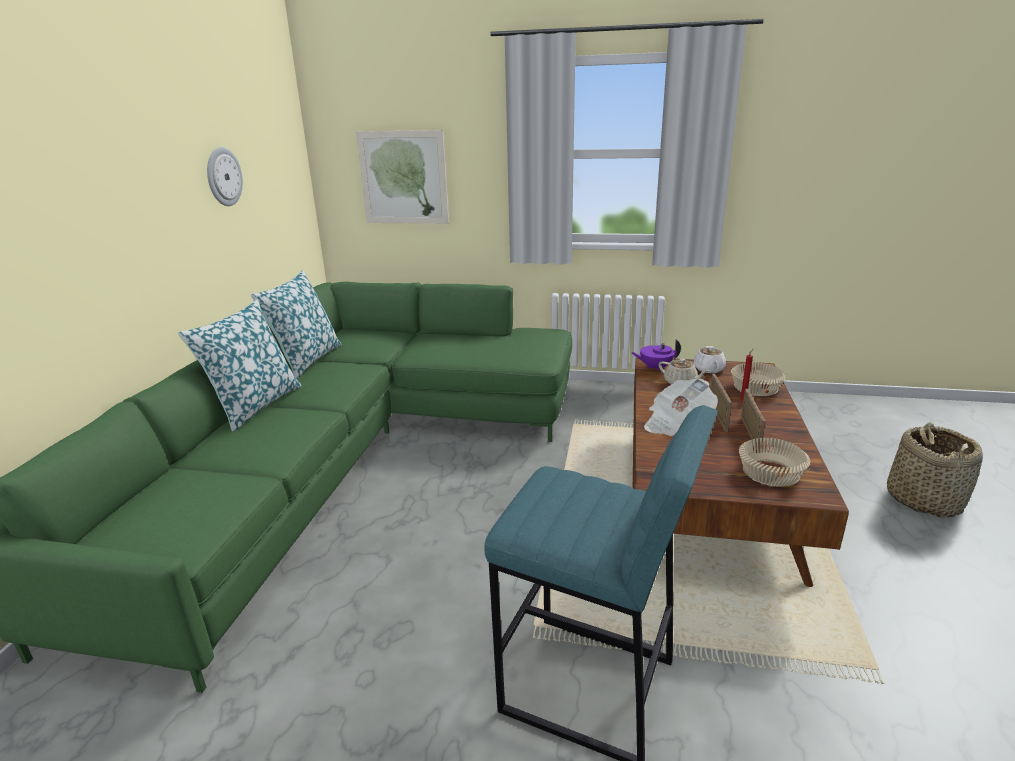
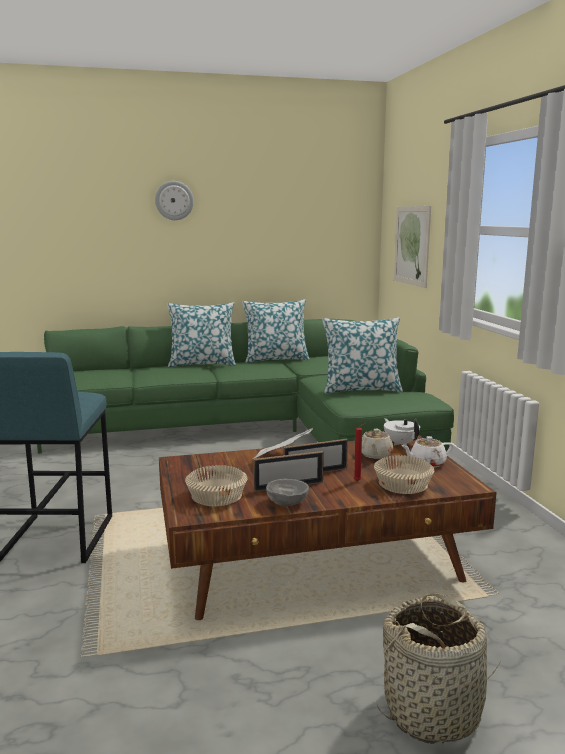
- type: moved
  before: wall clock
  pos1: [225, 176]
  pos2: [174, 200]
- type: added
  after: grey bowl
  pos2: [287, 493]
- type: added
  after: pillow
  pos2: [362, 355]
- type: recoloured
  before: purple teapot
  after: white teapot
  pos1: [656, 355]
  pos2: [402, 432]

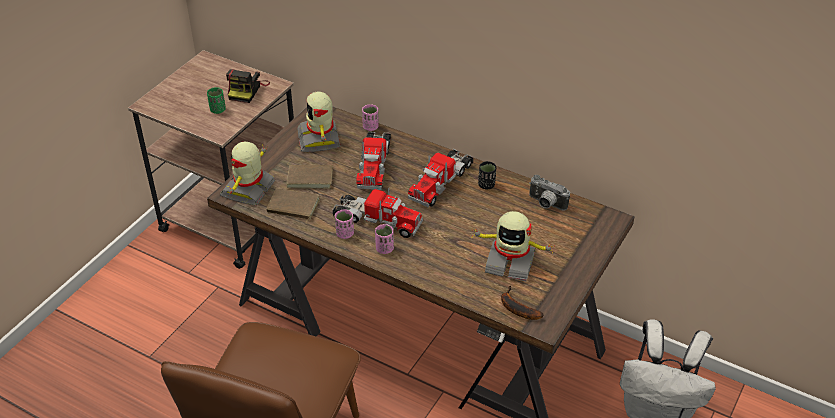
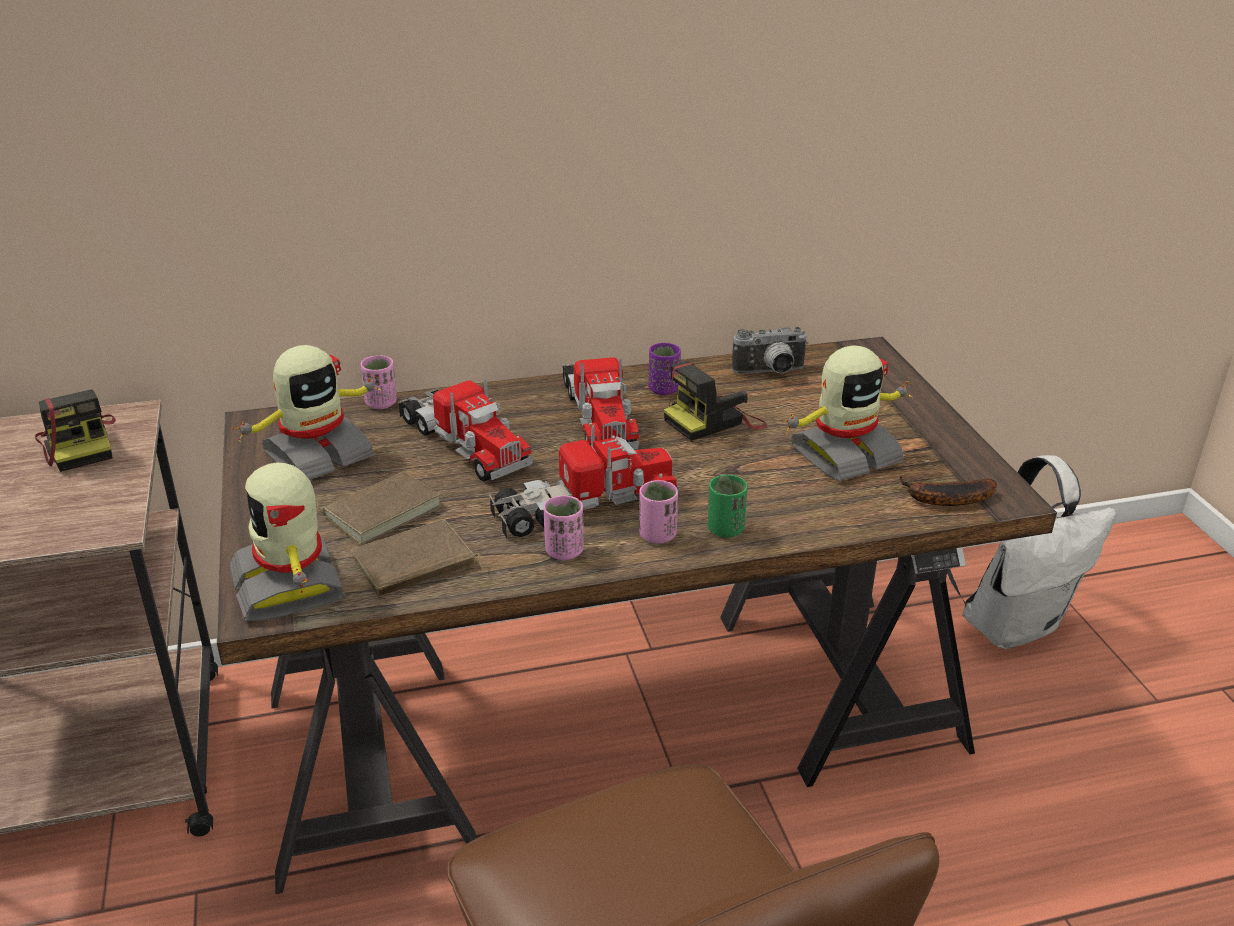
- type: turned
  before: toy robot
  pos1: [318, 122]
  pos2: [307, 412]
  turn: -75
- type: recoloured
  before: black cup
  after: purple cup
  pos1: [487, 175]
  pos2: [664, 369]
- type: added
  after: photo camera
  pos2: [715, 401]
- type: moved
  before: green cup
  pos1: [216, 100]
  pos2: [727, 506]

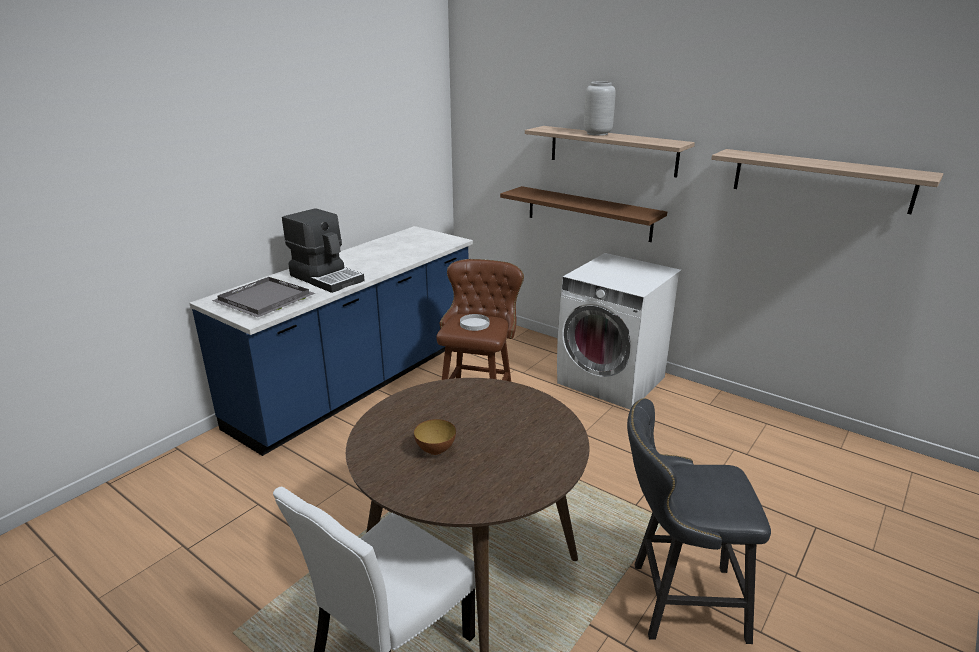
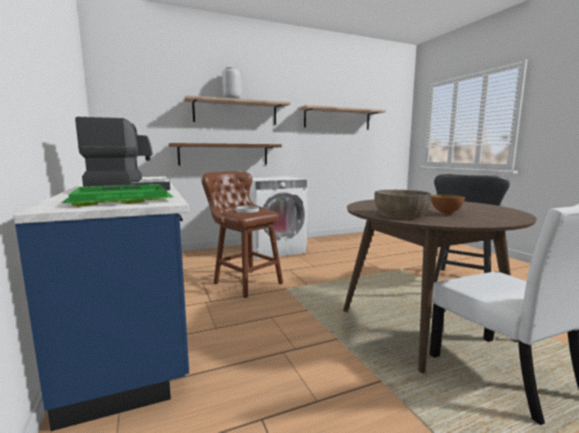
- type: recoloured
  before: grey tray
  after: green tray
  pos1: [263, 297]
  pos2: [117, 195]
- type: added
  after: brown bowl
  pos2: [402, 204]

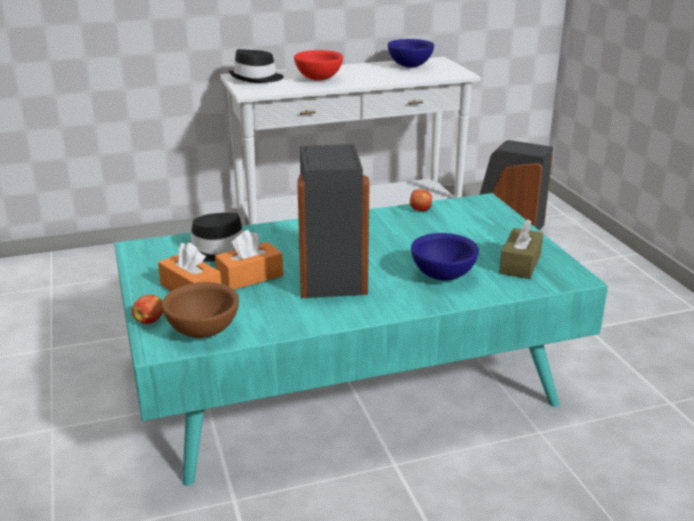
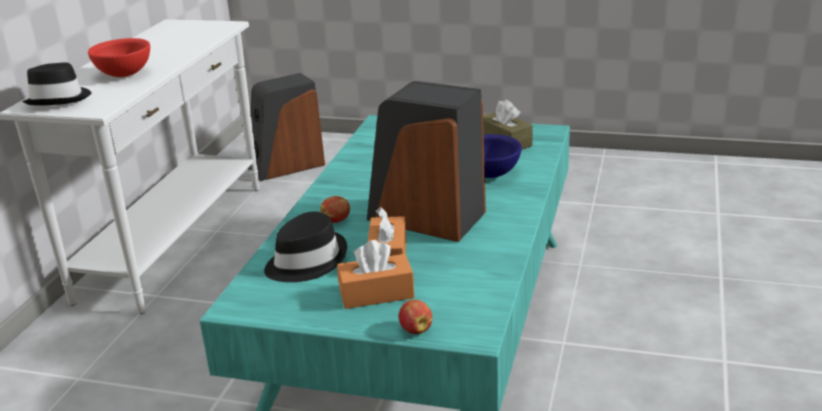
- type: moved
  before: apple
  pos1: [421, 200]
  pos2: [335, 209]
- type: removed
  before: brown bowl
  pos1: [200, 310]
- type: removed
  before: blue bowl
  pos1: [411, 53]

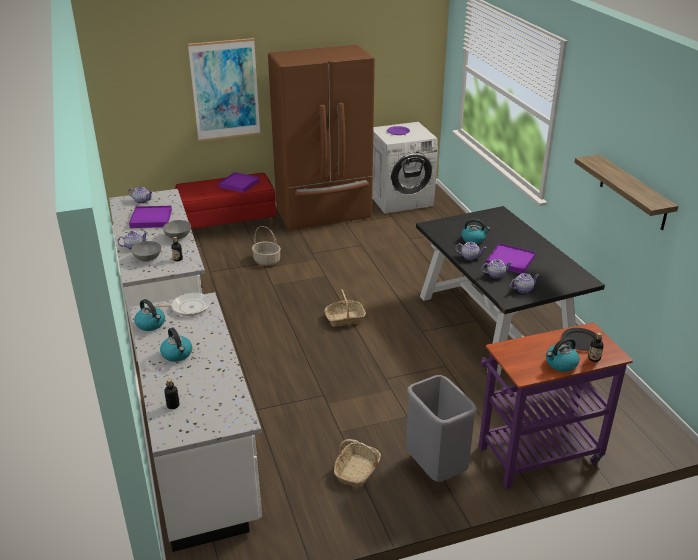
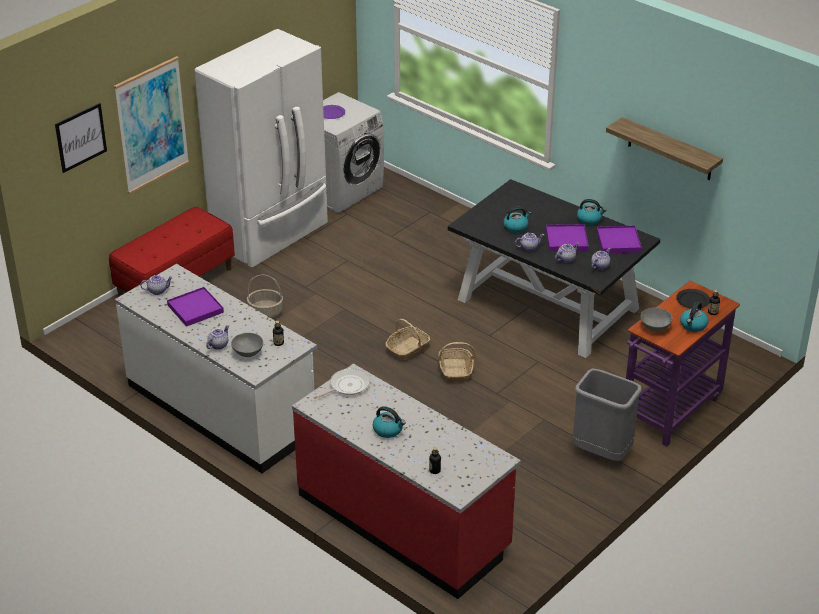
- type: added
  after: picture
  pos2: [81, 138]
- type: recoloured
  before: brown fridge
  after: white fridge
  pos1: [321, 137]
  pos2: [261, 148]
- type: recoloured
  before: white counter
  after: red counter
  pos1: [195, 422]
  pos2: [406, 481]
- type: moved
  before: basket
  pos1: [357, 463]
  pos2: [456, 361]
- type: moved
  before: kettle
  pos1: [149, 315]
  pos2: [591, 212]
- type: moved
  before: purple tray
  pos1: [239, 182]
  pos2: [619, 239]
- type: moved
  before: grey bowl
  pos1: [177, 230]
  pos2: [656, 320]

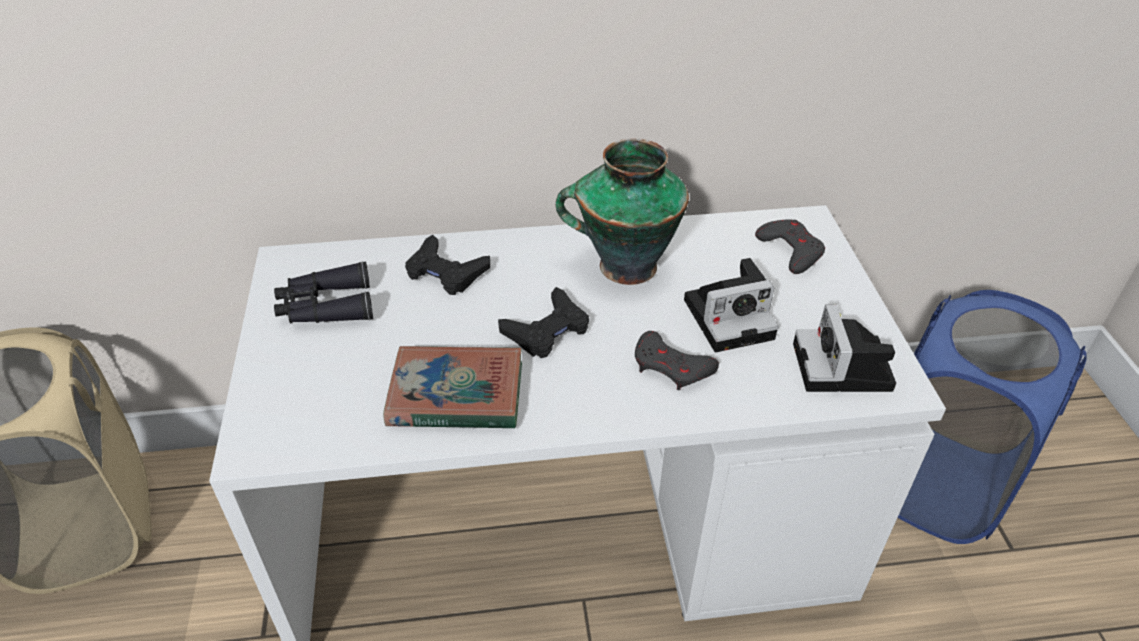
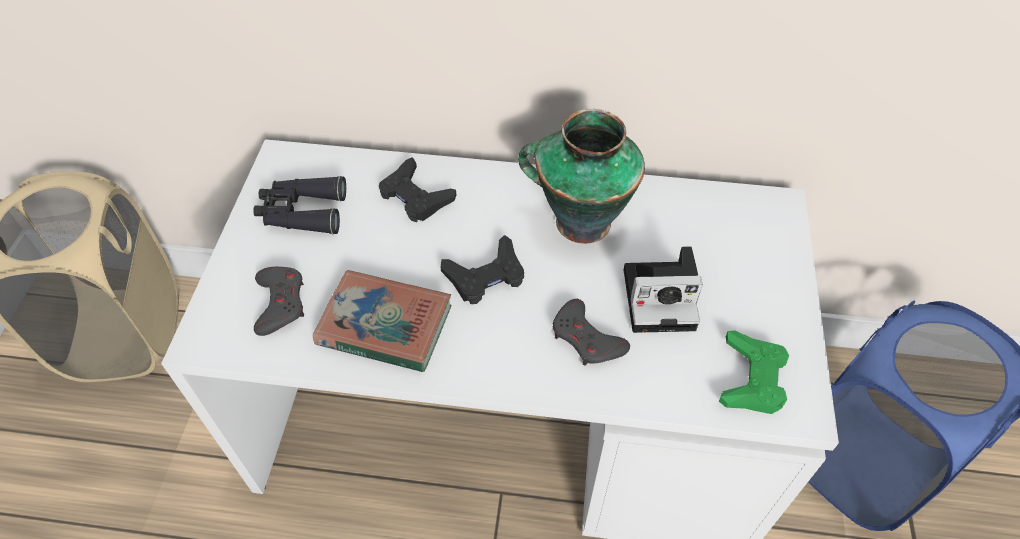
- type: moved
  before: grey game controller
  pos1: [790, 246]
  pos2: [279, 301]
- type: replaced
  before: photo camera
  after: green game controller
  pos1: [844, 348]
  pos2: [754, 372]

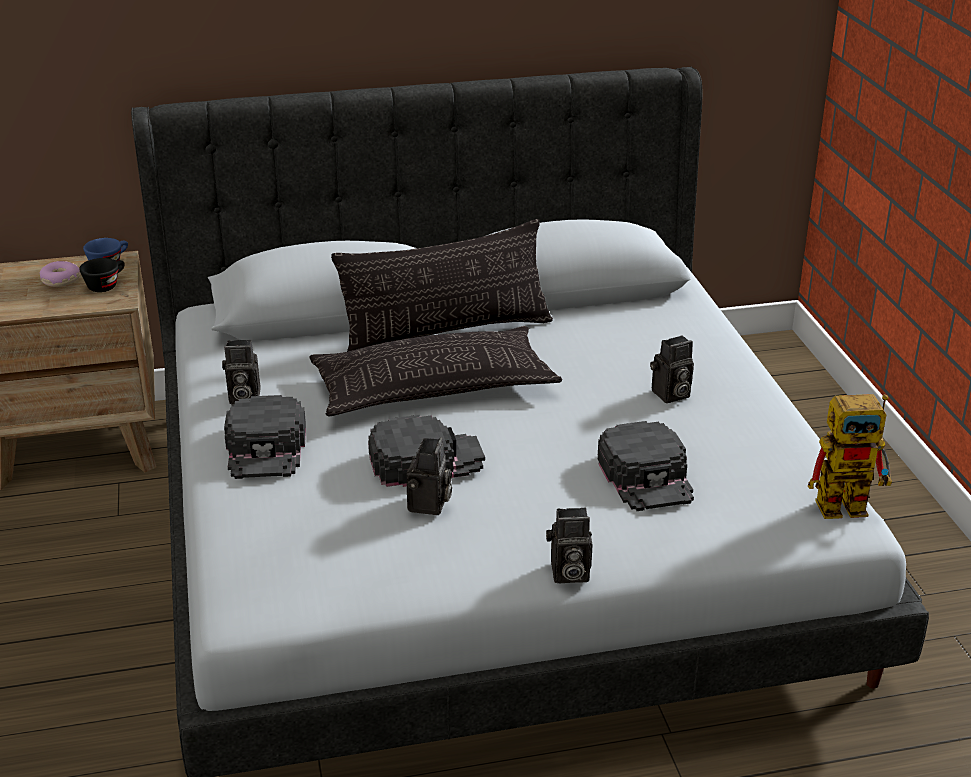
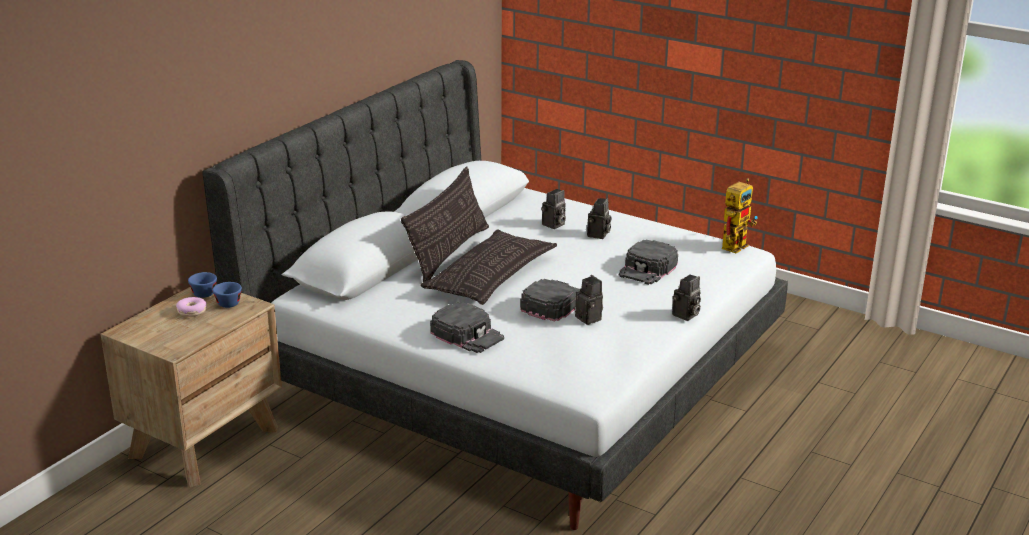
- type: recoloured
  before: black cup
  after: blue cup
  pos1: [102, 275]
  pos2: [227, 295]
- type: moved
  before: photo camera
  pos1: [241, 372]
  pos2: [553, 209]
- type: turned
  before: black cap
  pos1: [646, 466]
  pos2: [648, 262]
  turn: 90

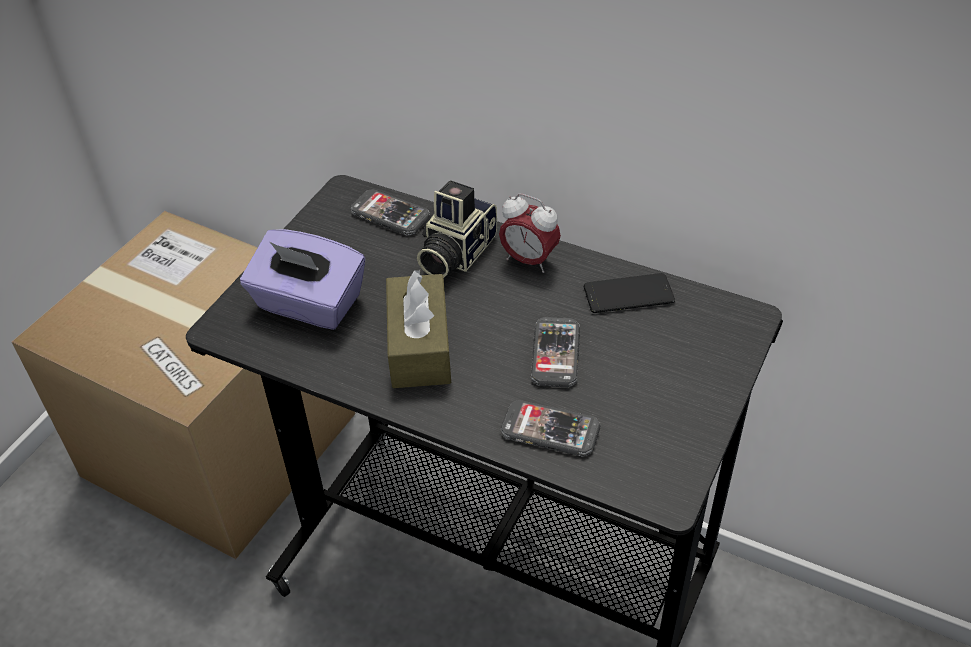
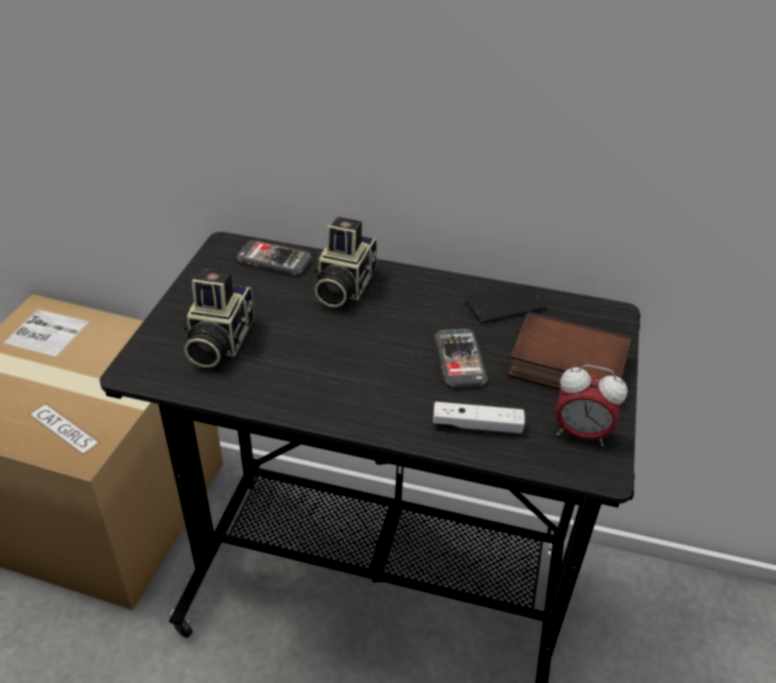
- type: replaced
  before: purple tissue box
  after: photo camera
  pos1: [302, 279]
  pos2: [218, 318]
- type: replaced
  before: phone
  after: white game controller
  pos1: [550, 428]
  pos2: [479, 418]
- type: added
  after: book
  pos2: [569, 350]
- type: moved
  before: alarm clock
  pos1: [530, 233]
  pos2: [591, 405]
- type: removed
  before: brown tissue box
  pos1: [418, 329]

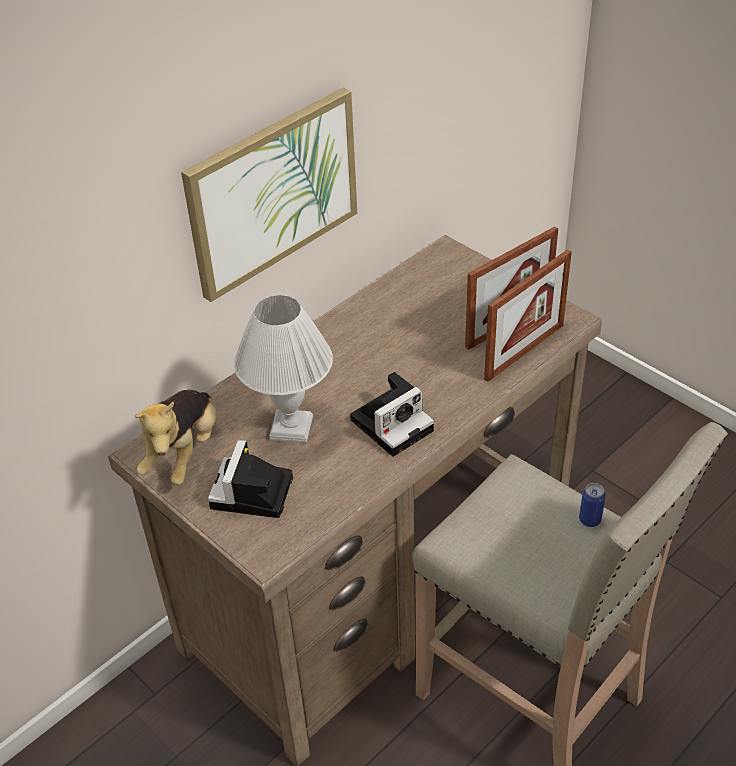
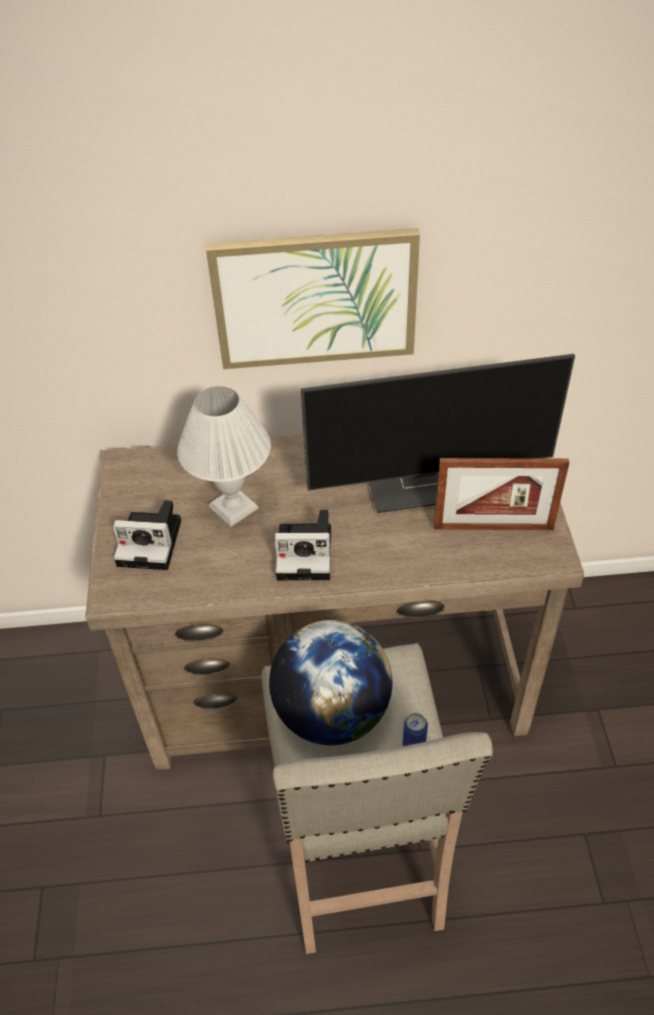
- type: turned
  before: photo camera
  pos1: [250, 479]
  pos2: [147, 535]
  turn: -135
- type: added
  after: globe
  pos2: [330, 682]
- type: added
  after: monitor
  pos2: [438, 433]
- type: removed
  before: plush toy
  pos1: [176, 438]
- type: removed
  before: picture frame
  pos1: [528, 315]

